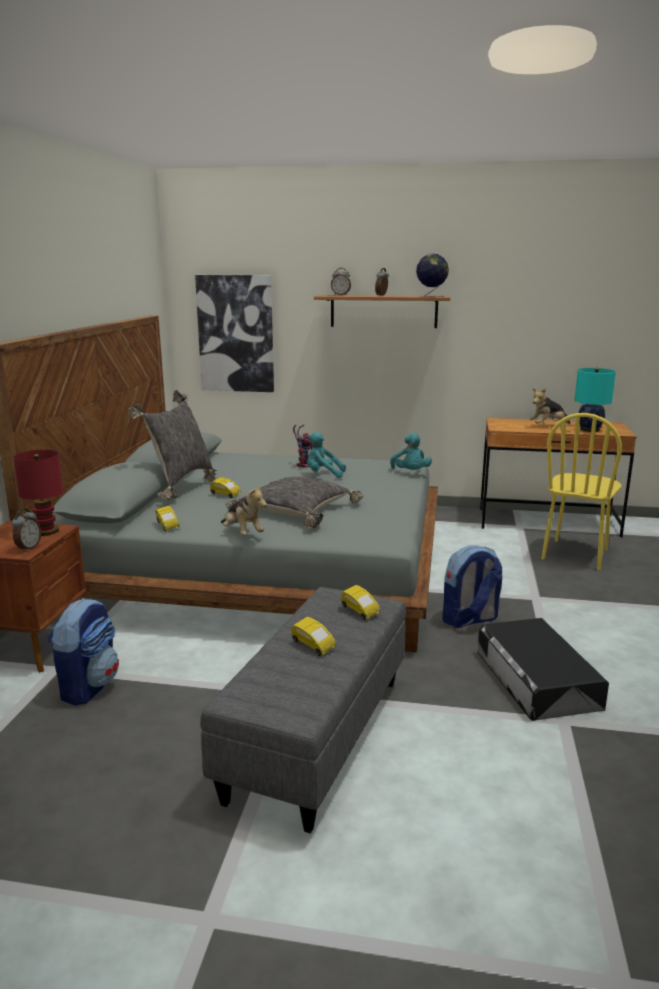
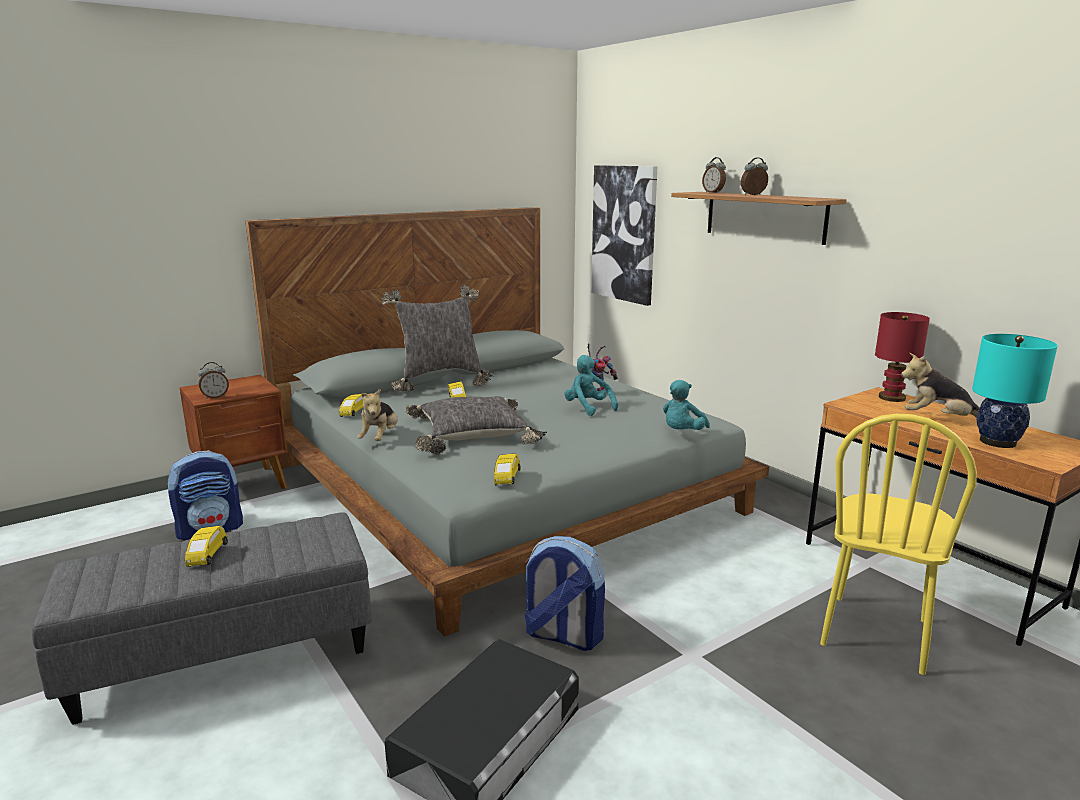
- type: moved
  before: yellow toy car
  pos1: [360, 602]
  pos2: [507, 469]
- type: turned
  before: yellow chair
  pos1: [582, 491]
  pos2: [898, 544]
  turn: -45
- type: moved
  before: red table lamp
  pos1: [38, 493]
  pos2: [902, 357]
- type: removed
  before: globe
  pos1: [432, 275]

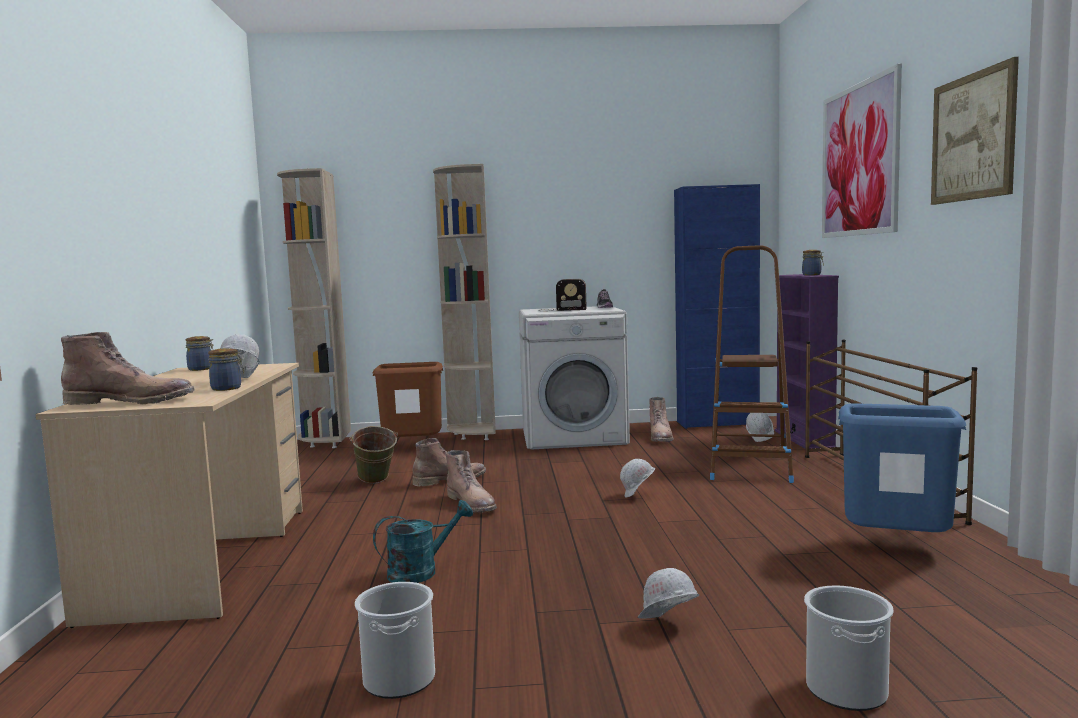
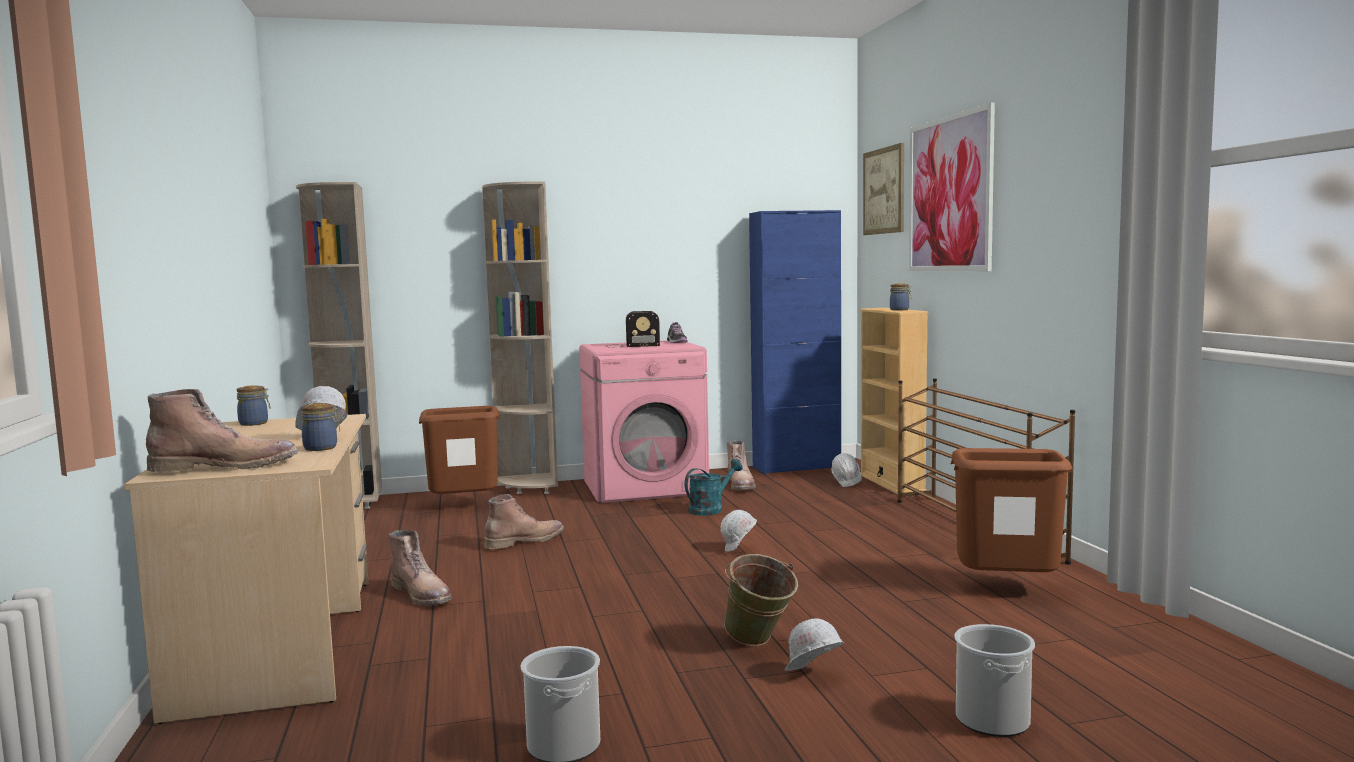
- type: moved
  before: brown boot
  pos1: [471, 481]
  pos2: [420, 568]
- type: recoloured
  before: white washing machine
  after: pink washing machine
  pos1: [574, 378]
  pos2: [644, 422]
- type: moved
  before: turquoise watering can
  pos1: [423, 541]
  pos2: [714, 487]
- type: moved
  before: green bucket
  pos1: [373, 455]
  pos2: [761, 600]
- type: recoloured
  before: purple bookcase
  after: beige bookcase
  pos1: [807, 361]
  pos2: [893, 401]
- type: moved
  before: picture
  pos1: [975, 131]
  pos2: [883, 189]
- type: recoloured
  before: blue trash can
  after: brown trash can
  pos1: [902, 467]
  pos2: [1011, 510]
- type: removed
  before: brown step ladder
  pos1: [752, 364]

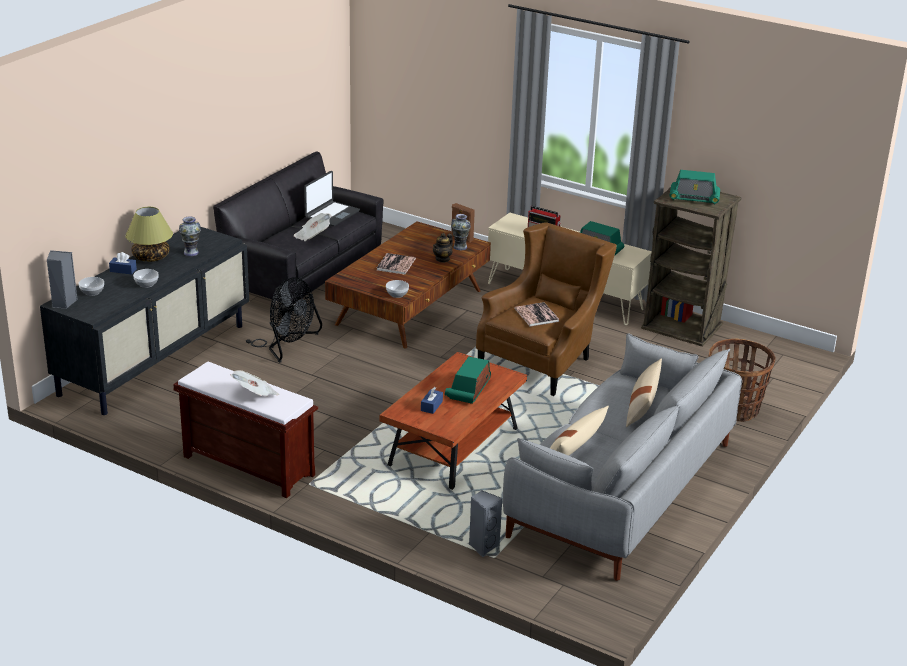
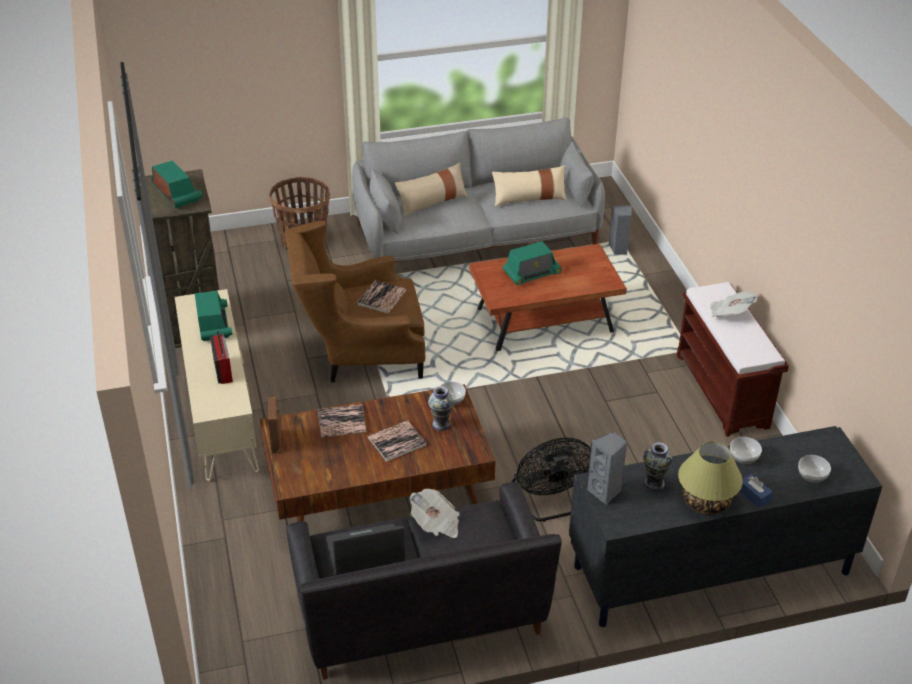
- type: replaced
  before: teapot
  after: book
  pos1: [443, 248]
  pos2: [342, 421]
- type: moved
  before: vase
  pos1: [461, 232]
  pos2: [441, 408]
- type: moved
  before: grey speaker
  pos1: [62, 279]
  pos2: [606, 468]
- type: removed
  before: blue tissue box
  pos1: [432, 400]

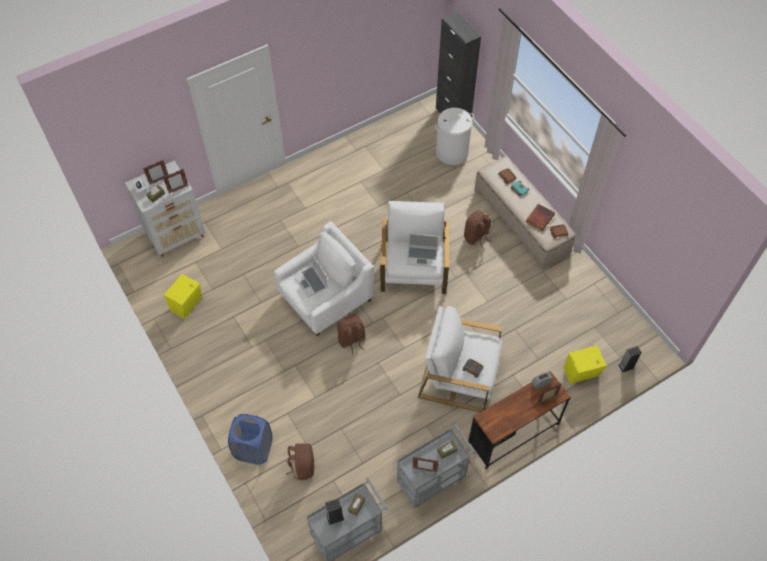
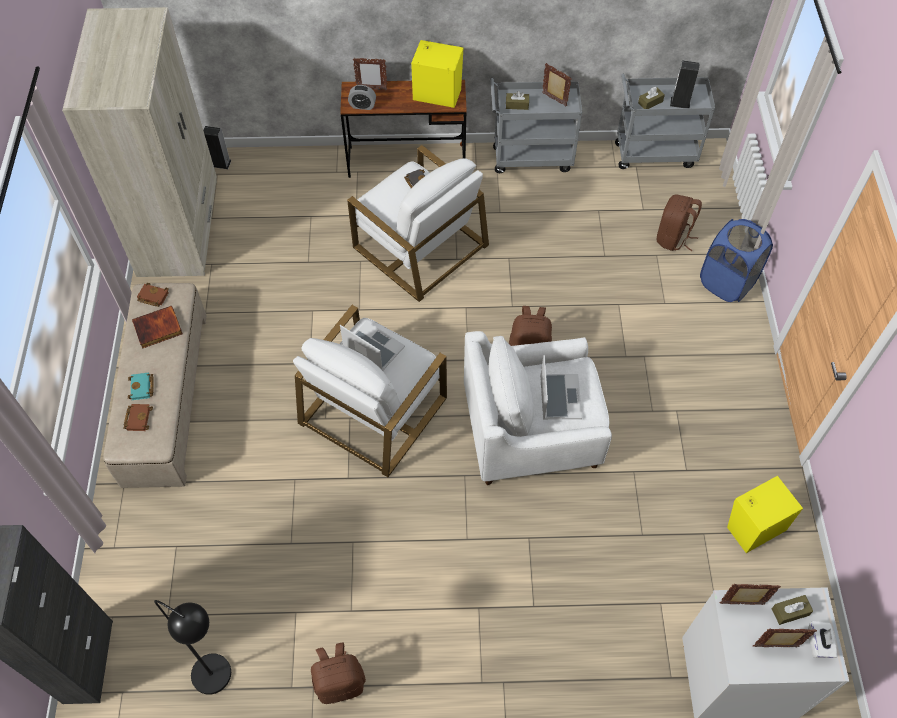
- type: added
  after: beige wardrobe
  pos2: [139, 142]
- type: added
  after: black floor lamp
  pos2: [192, 647]
- type: moved
  before: brown backpack
  pos1: [478, 229]
  pos2: [338, 673]
- type: moved
  before: yellow speaker
  pos1: [585, 365]
  pos2: [437, 74]
- type: removed
  before: white laundry basket
  pos1: [455, 136]

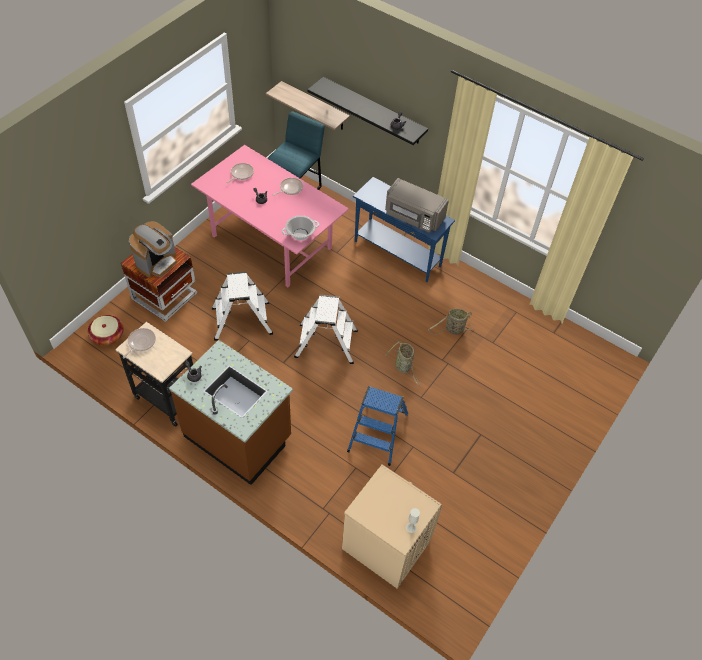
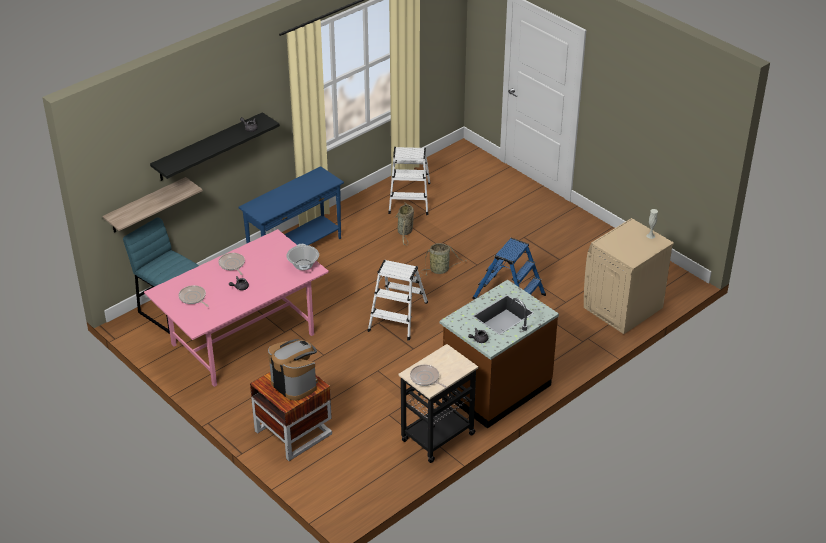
- type: moved
  before: white step ladder
  pos1: [242, 306]
  pos2: [409, 181]
- type: removed
  before: basket
  pos1: [106, 330]
- type: removed
  before: grey microwave
  pos1: [417, 205]

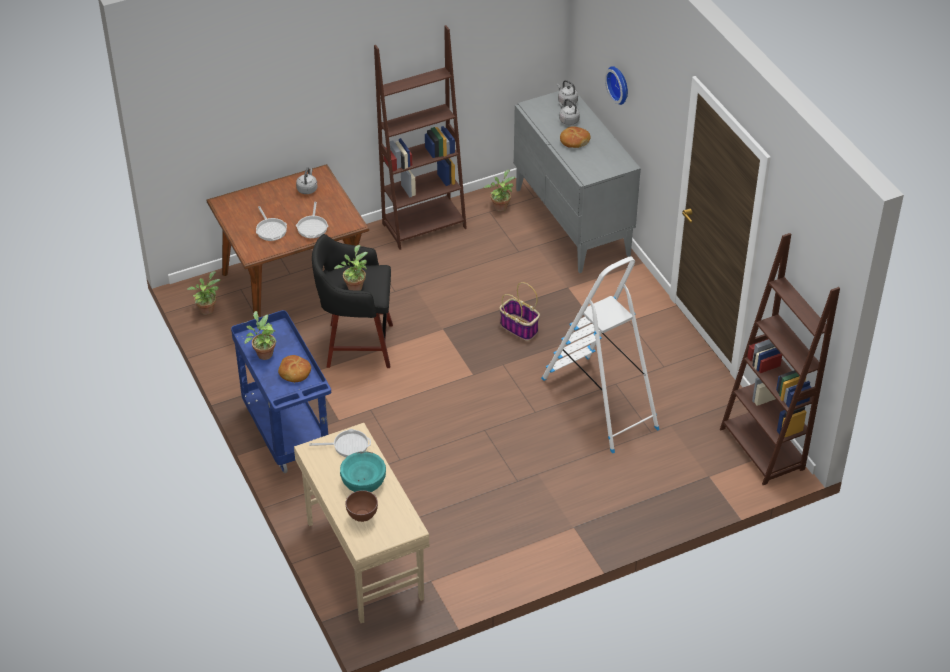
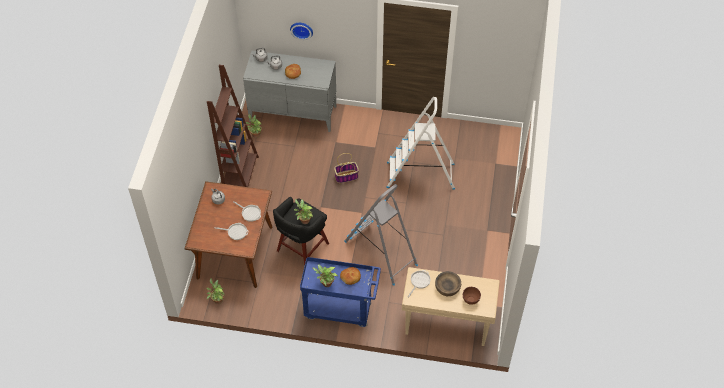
- type: added
  after: grey step ladder
  pos2: [381, 235]
- type: recoloured
  before: turquoise bowl
  after: brown bowl
  pos1: [363, 471]
  pos2: [448, 283]
- type: removed
  before: brown bookcase
  pos1: [780, 359]

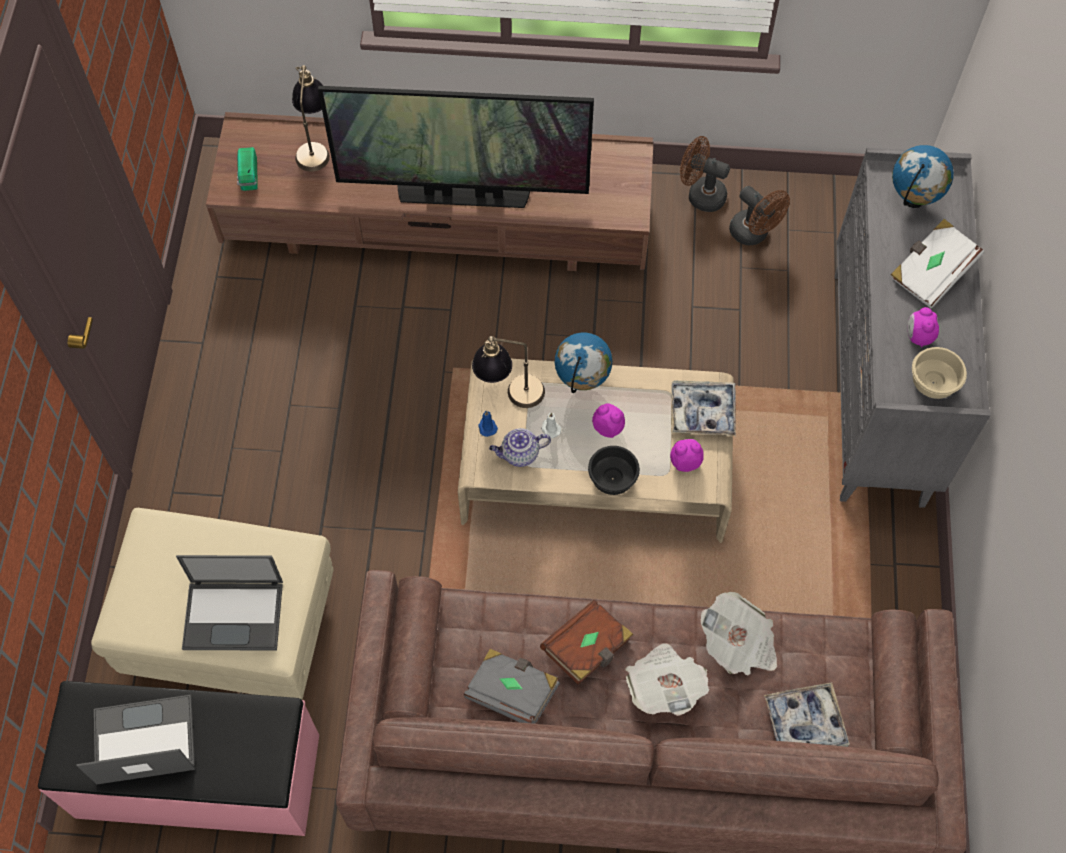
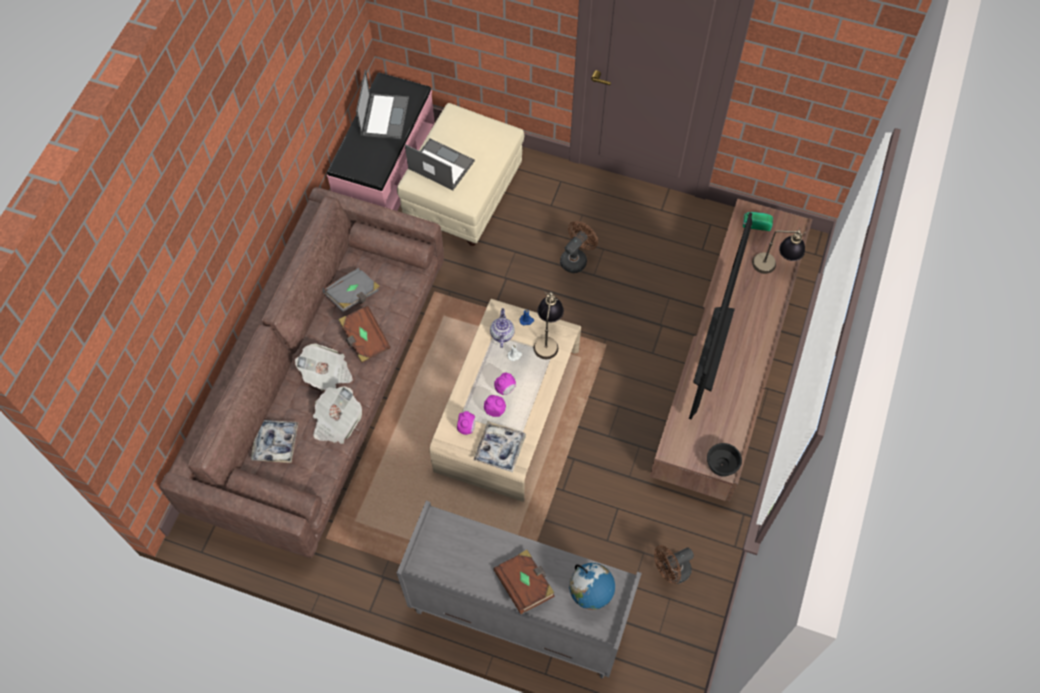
- type: turned
  before: laptop
  pos1: [229, 603]
  pos2: [440, 164]
  turn: 105
- type: moved
  before: alarm clock
  pos1: [923, 327]
  pos2: [495, 406]
- type: recoloured
  before: white book
  after: brown book
  pos1: [937, 264]
  pos2: [524, 582]
- type: moved
  before: brown fan
  pos1: [705, 174]
  pos2: [579, 247]
- type: moved
  before: black bowl
  pos1: [614, 470]
  pos2: [724, 460]
- type: removed
  before: globe
  pos1: [583, 362]
- type: removed
  before: beige bowl
  pos1: [939, 373]

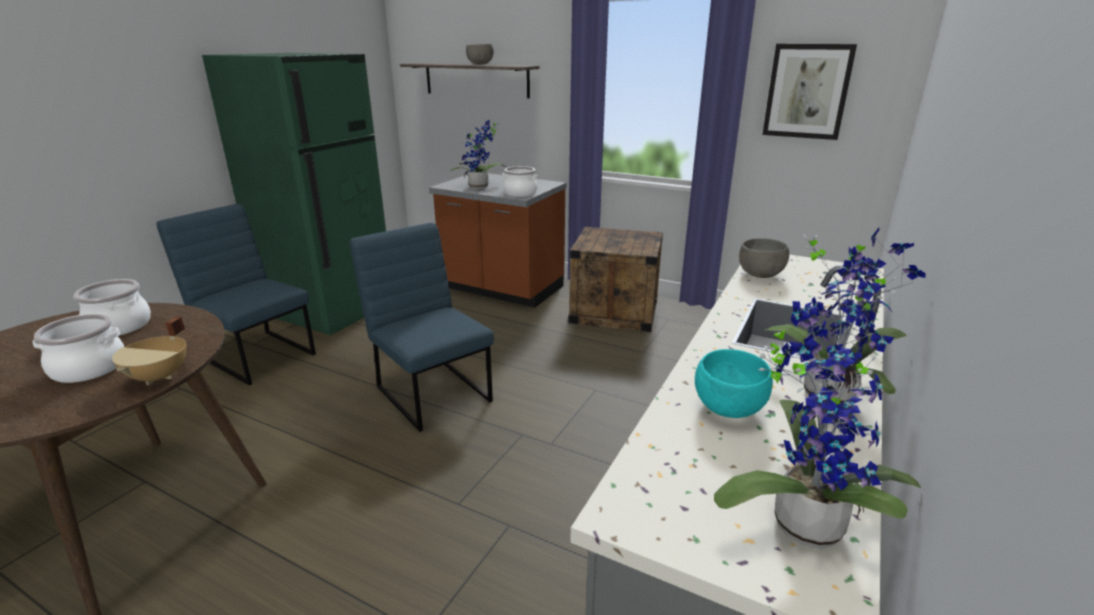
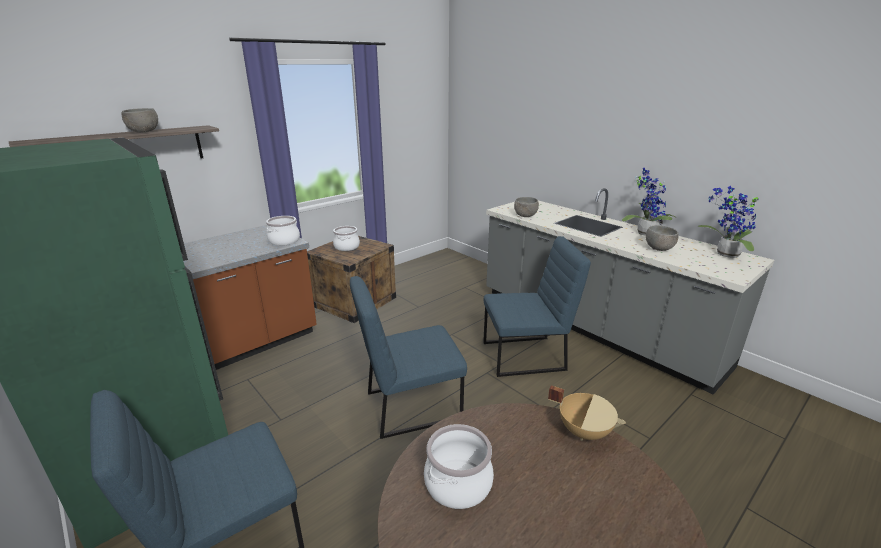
- type: moved
  before: cooking pot
  pos1: [78, 348]
  pos2: [346, 238]
- type: added
  after: blue chair
  pos2: [537, 306]
- type: recoloured
  before: turquoise bowl
  after: grey bowl
  pos1: [734, 383]
  pos2: [662, 238]
- type: removed
  before: potted plant
  pos1: [478, 154]
- type: removed
  before: picture
  pos1: [809, 92]

